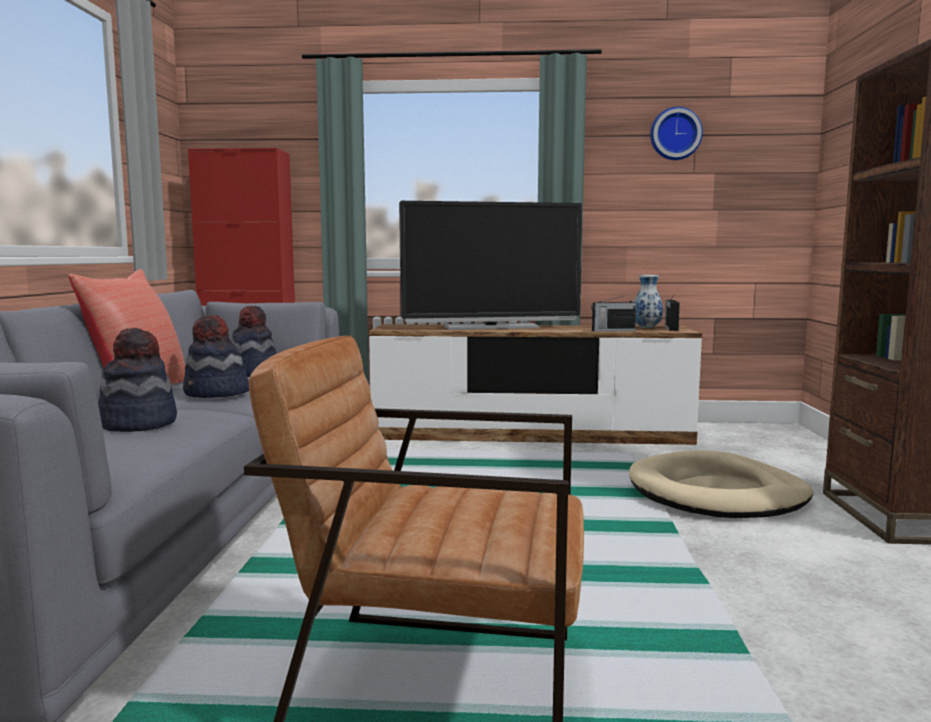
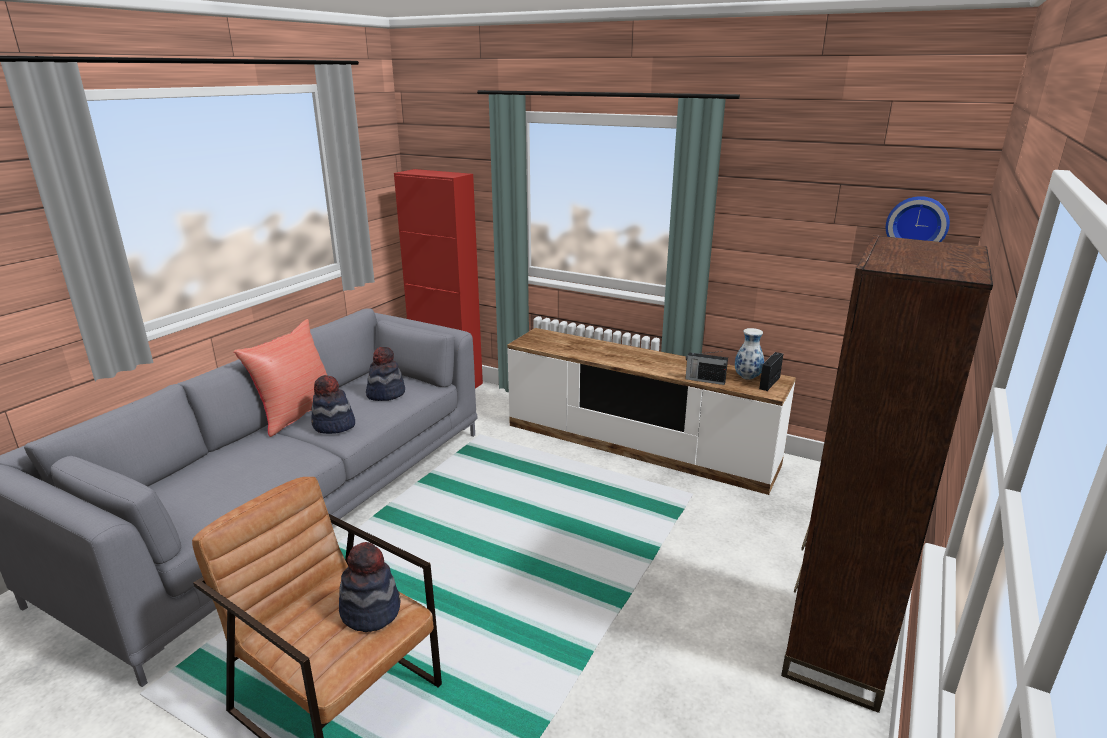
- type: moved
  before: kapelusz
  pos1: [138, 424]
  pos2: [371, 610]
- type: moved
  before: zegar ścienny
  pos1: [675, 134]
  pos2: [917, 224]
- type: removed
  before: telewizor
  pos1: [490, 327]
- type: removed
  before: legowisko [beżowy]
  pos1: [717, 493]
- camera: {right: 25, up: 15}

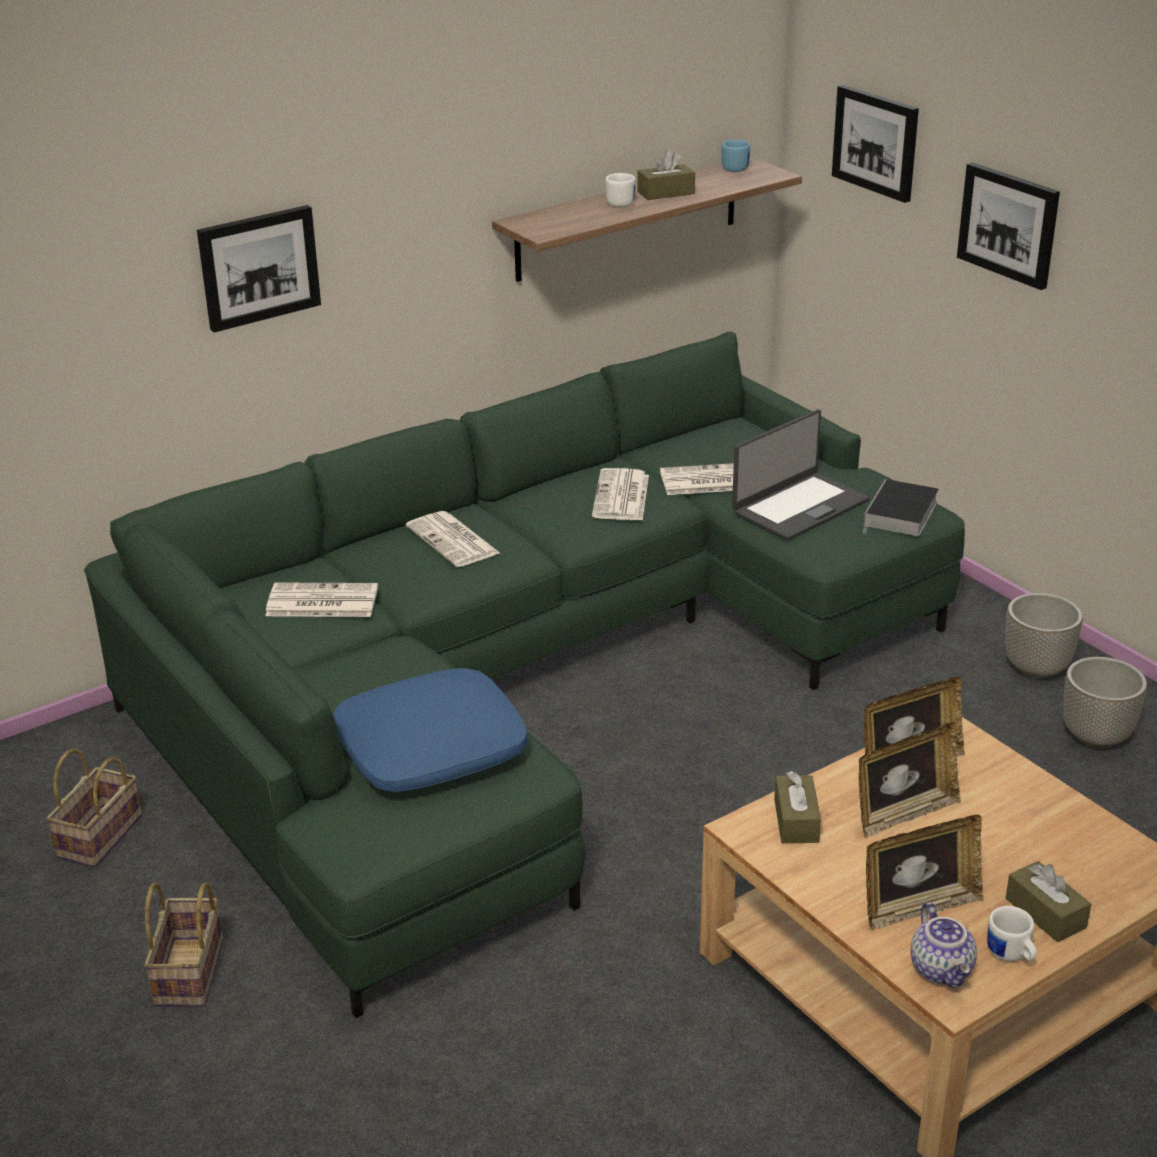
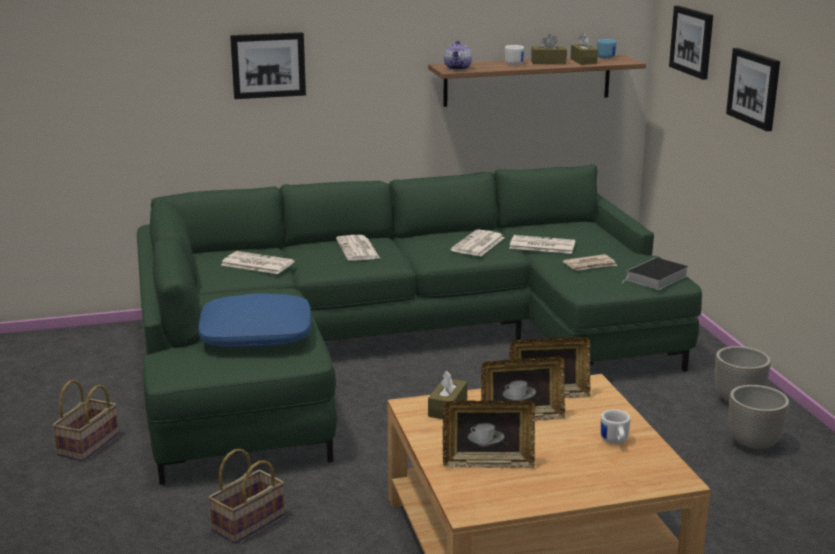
- type: moved
  before: koszyk
  pos1: [100, 838]
  pos2: [248, 524]
- type: moved
  before: imbryk
  pos1: [943, 969]
  pos2: [458, 68]
- type: replaced
  before: laptop
  after: gazeta
  pos1: [799, 506]
  pos2: [590, 265]
- type: moved
  before: pudełko chusteczek [brązowy]
  pos1: [1045, 913]
  pos2: [583, 61]
- type: moved
  before: kubek [biały]
  pos1: [1011, 955]
  pos2: [614, 441]
- camera: {right: 20, up: -10}

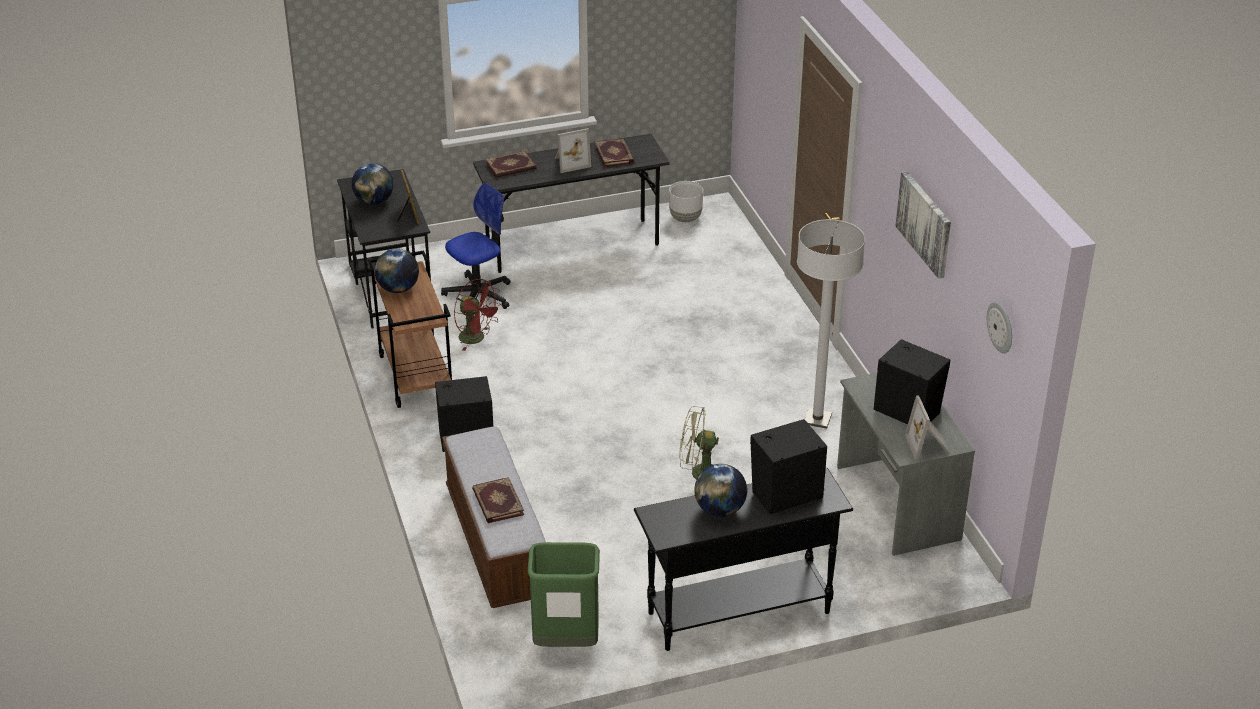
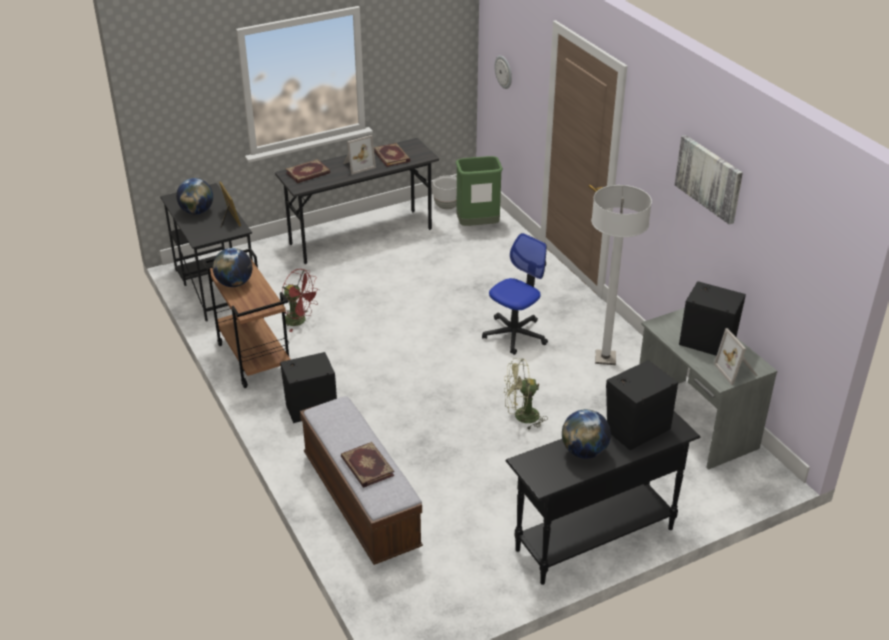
- type: moved
  before: kosz na śmieci [zielony]
  pos1: [565, 642]
  pos2: [477, 226]
- type: moved
  before: krzesło biurowe
  pos1: [478, 295]
  pos2: [515, 334]
- type: moved
  before: zegar ścienny
  pos1: [1001, 327]
  pos2: [504, 72]
- camera: {right: -10, up: 0}

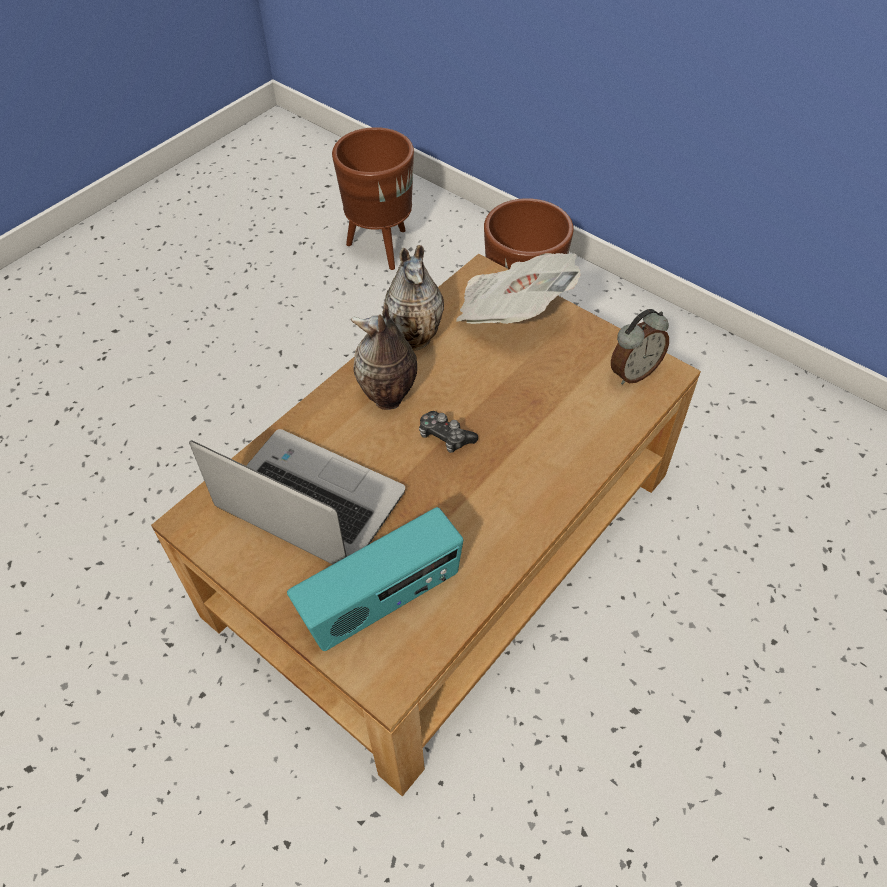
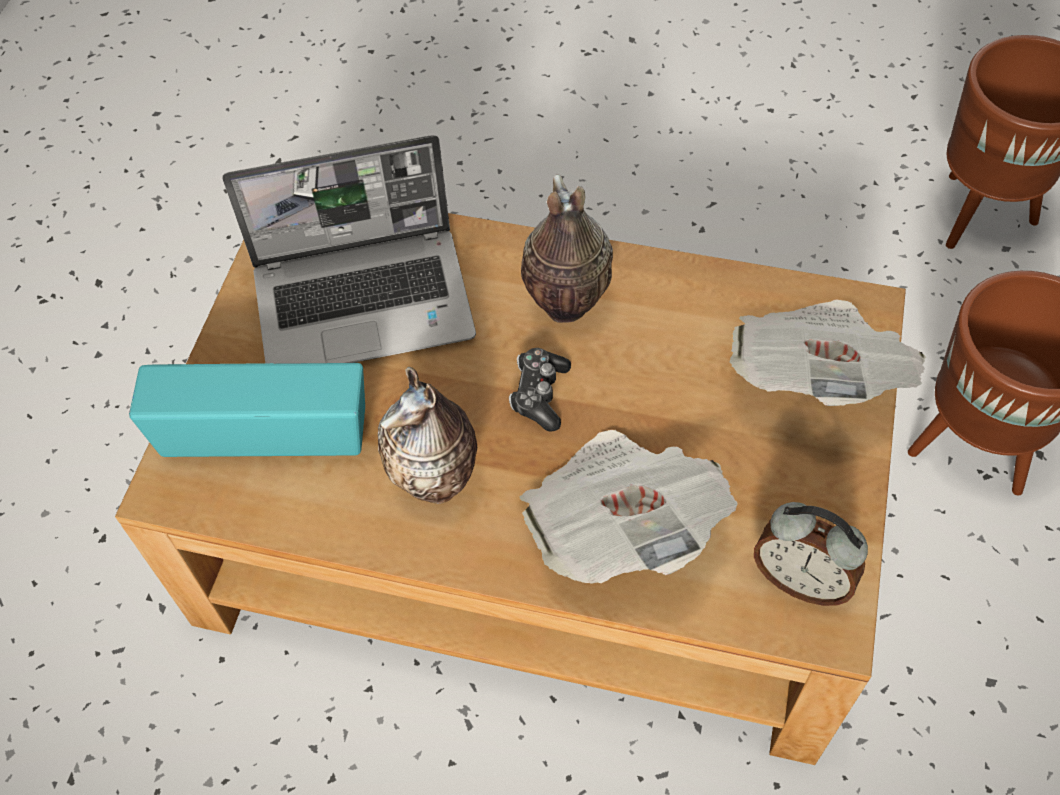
- type: turned
  before: radio
  pos1: [383, 601]
  pos2: [267, 437]
  turn: 150
- type: turned
  before: laptop
  pos1: [308, 502]
  pos2: [366, 302]
  turn: 75
- type: moved
  before: wazon
  pos1: [417, 339]
  pos2: [438, 483]
- type: added
  after: gazeta
  pos2: [621, 525]
- camera: {right: 65, up: 5}

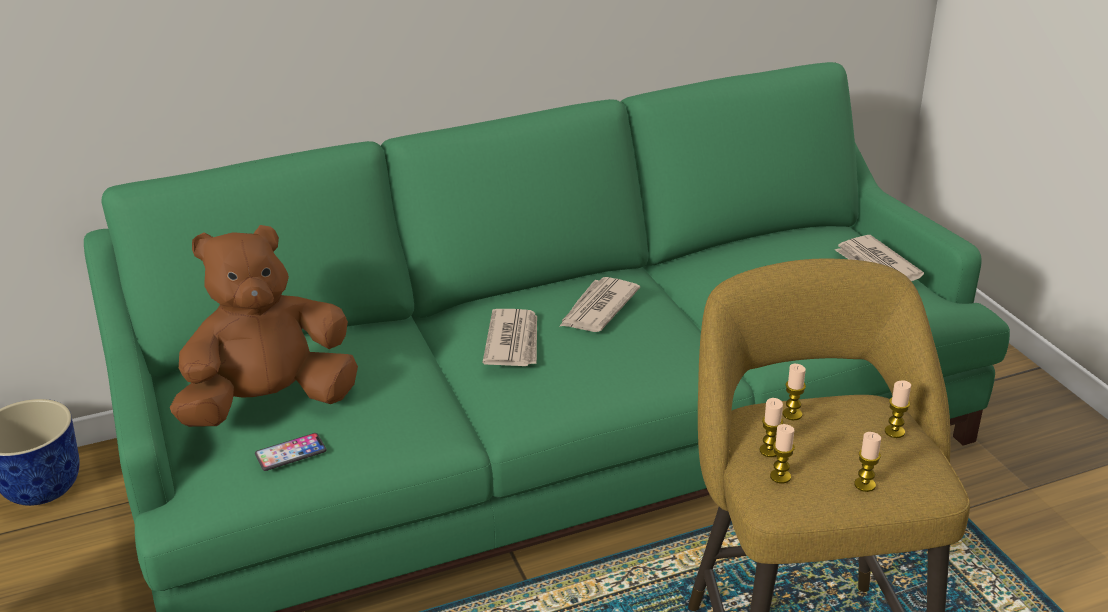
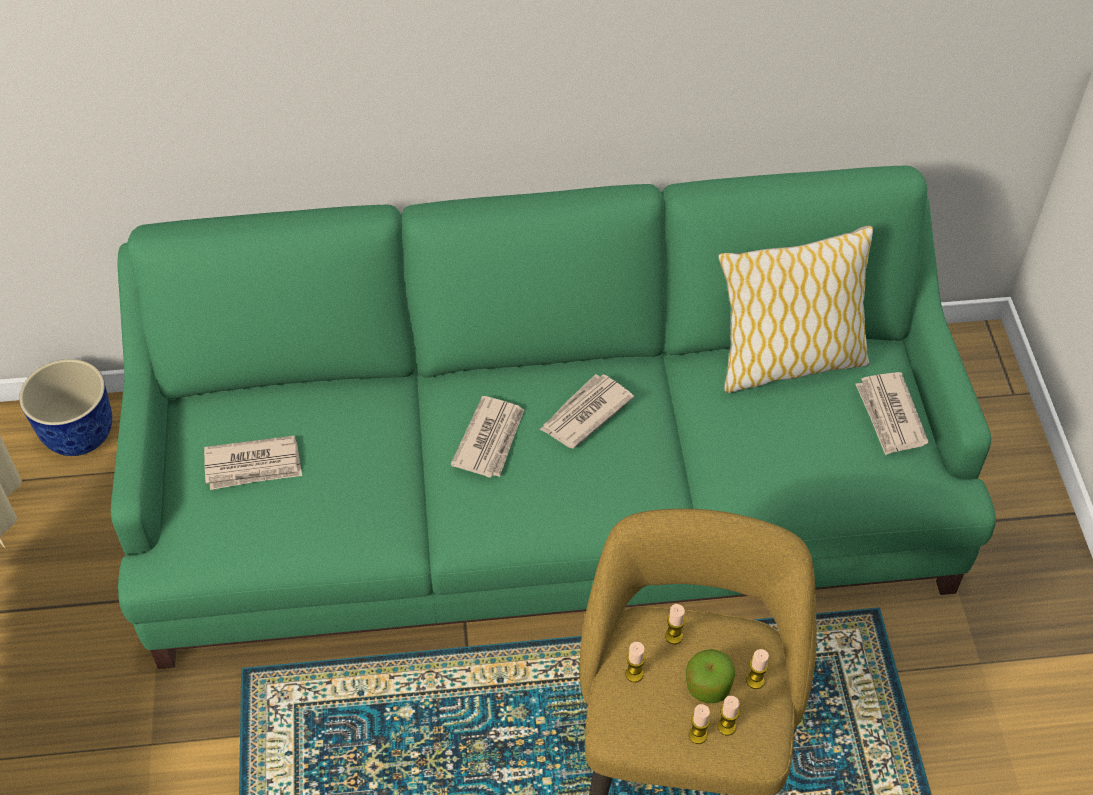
- type: replaced
  before: pluszak [brązowy]
  after: gazeta
  pos1: [270, 403]
  pos2: [253, 466]
- type: added
  after: jabłko
  pos2: [708, 686]
- type: moved
  before: świeca
  pos1: [780, 476]
  pos2: [726, 727]
- type: added
  after: poduszka
  pos2: [788, 362]
- type: removed
  before: telefon
  pos1: [291, 453]
- camera: {right: 15, up: 20}

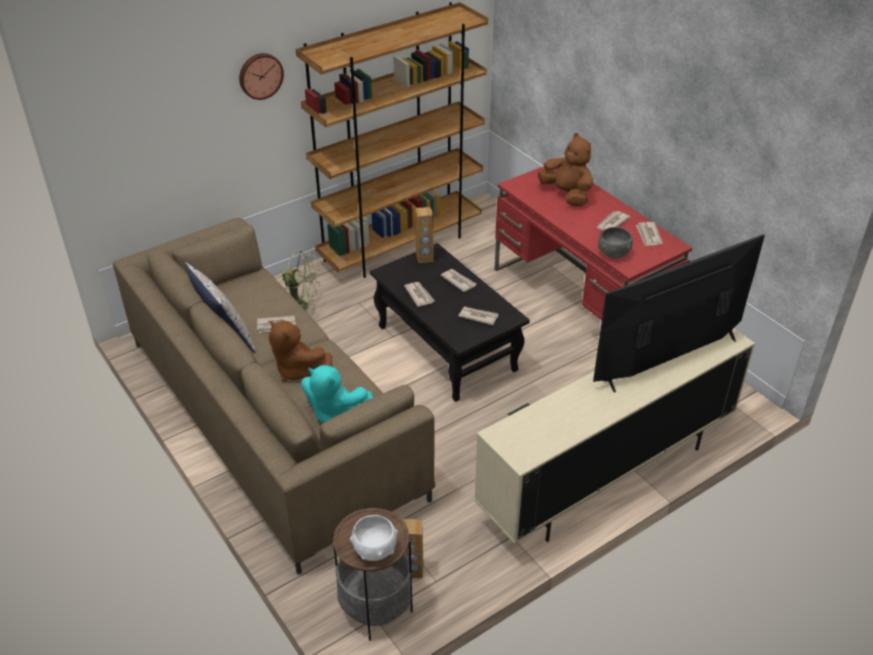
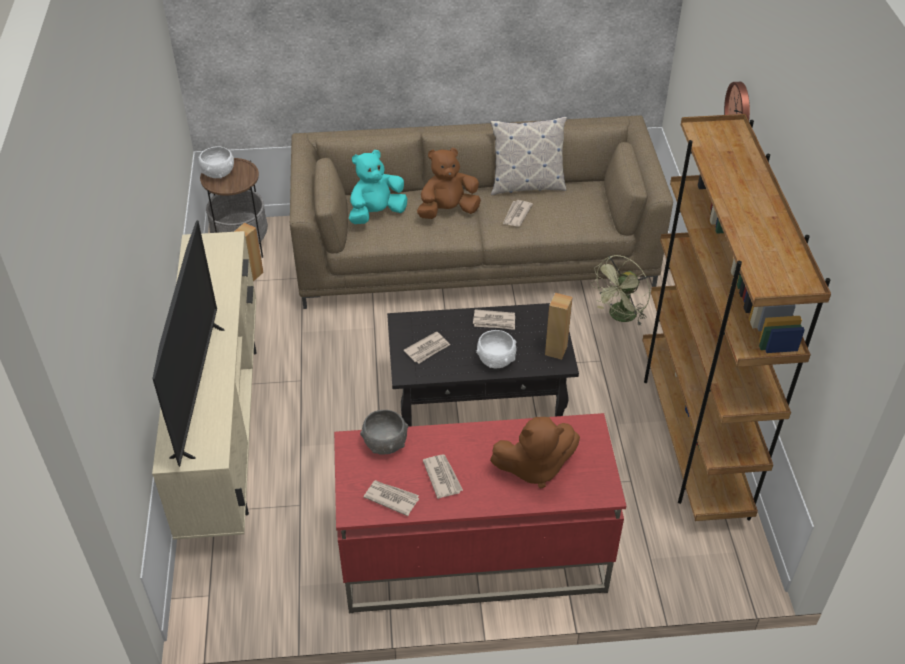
- type: replaced
  before: gazeta
  after: miska [biały]
  pos1: [458, 281]
  pos2: [495, 360]
- camera: {right: 120, up: 5}

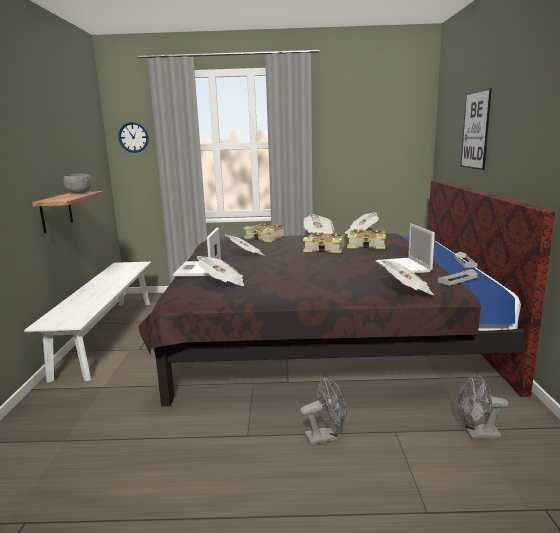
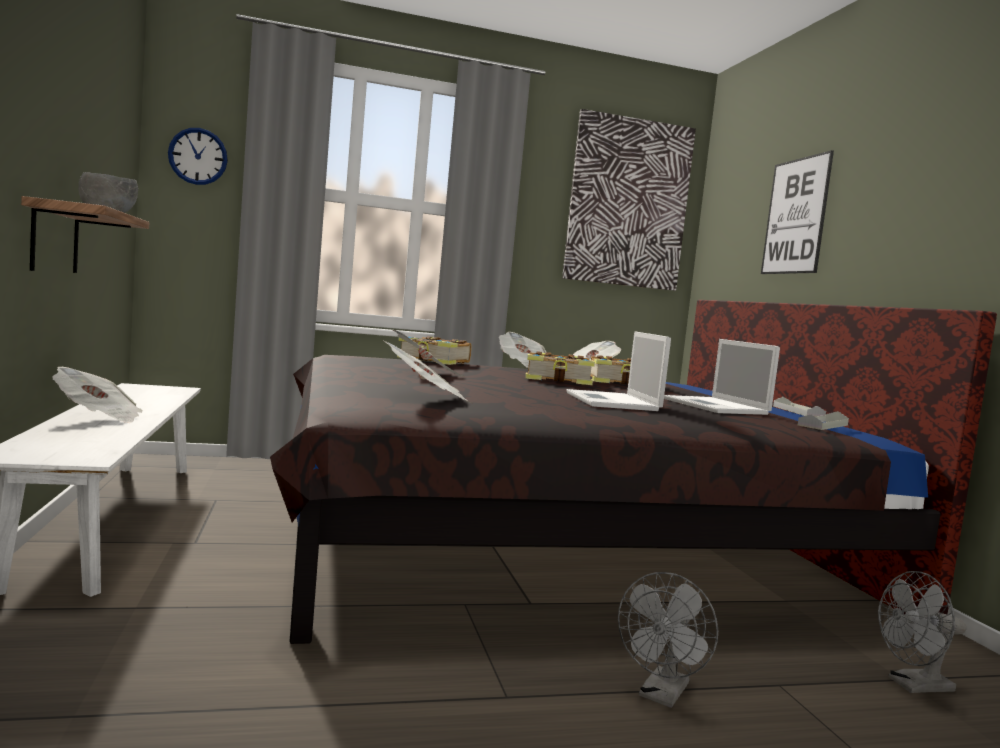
- type: moved
  before: gazeta
  pos1: [407, 290]
  pos2: [98, 417]
- type: added
  after: obraz
  pos2: [628, 203]
- type: moved
  before: laptop
  pos1: [198, 269]
  pos2: [613, 402]
- type: turned
  before: wentylator [szary]
  pos1: [325, 436]
  pos2: [661, 695]
  turn: 150
- camera: {right: -15, up: -10}

